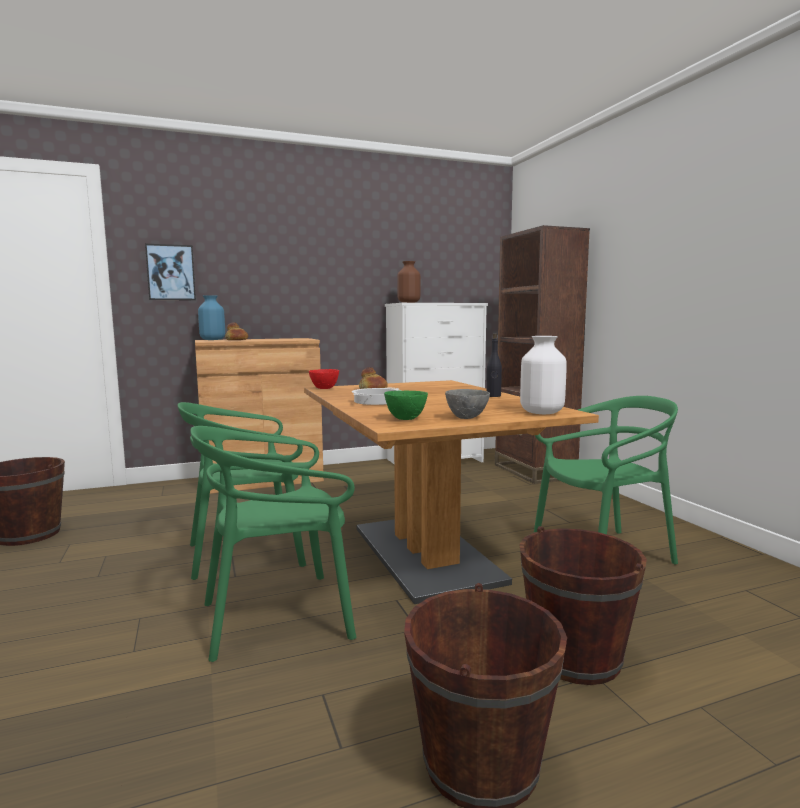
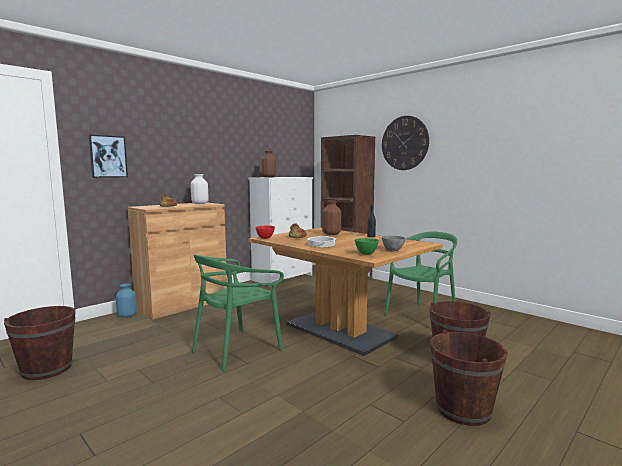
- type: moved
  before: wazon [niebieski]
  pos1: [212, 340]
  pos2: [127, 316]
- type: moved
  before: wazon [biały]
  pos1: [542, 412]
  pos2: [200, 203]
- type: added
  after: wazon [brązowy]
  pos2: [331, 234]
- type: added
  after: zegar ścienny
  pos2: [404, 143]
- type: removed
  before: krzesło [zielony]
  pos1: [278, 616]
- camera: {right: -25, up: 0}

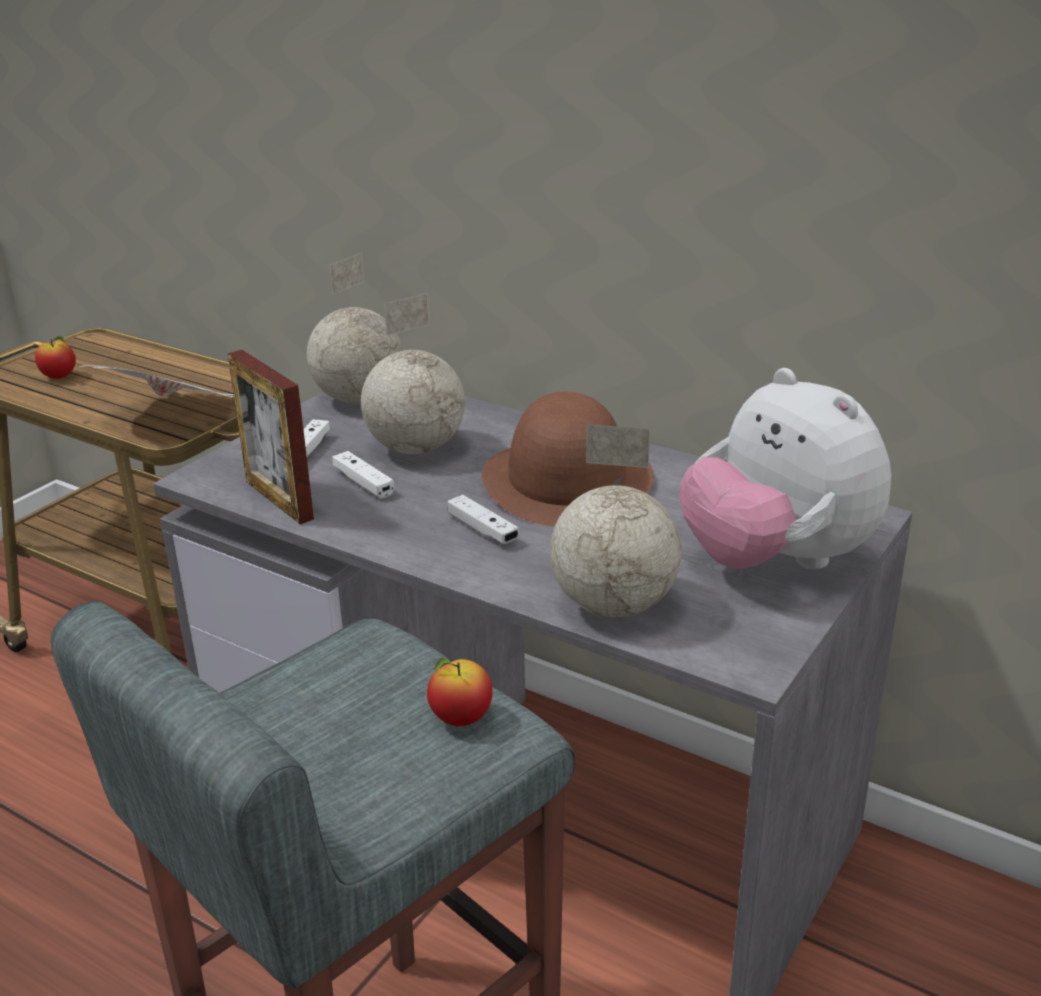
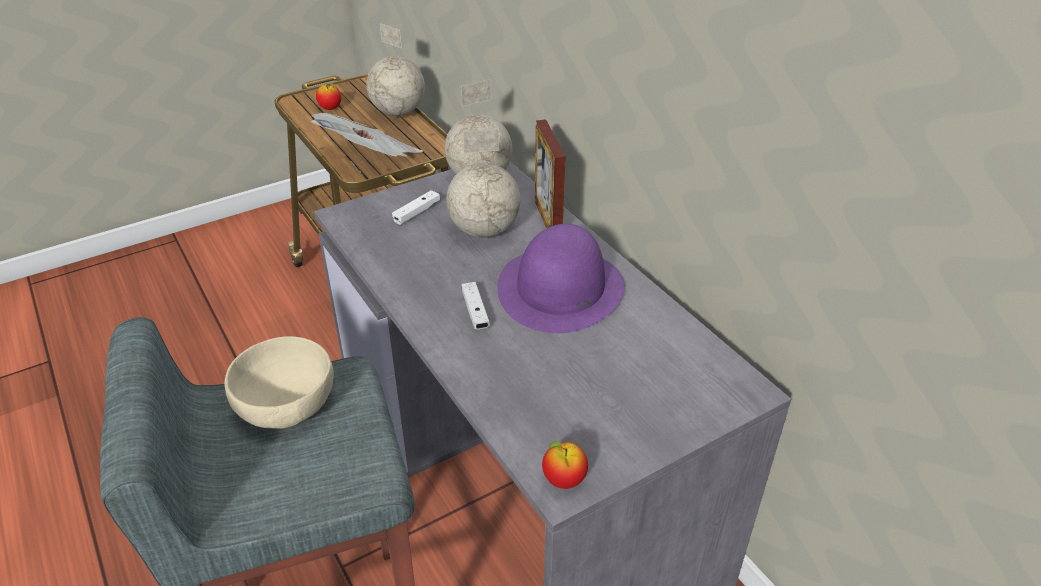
- type: added
  after: miska [beżowy]
  pos2: [287, 403]
- type: moved
  before: globus
  pos1: [612, 605]
  pos2: [398, 112]
- type: recoloured
  before: kapelusz [brązowy]
  after: kapelusz [fioletowy]
  pos1: [567, 481]
  pos2: [561, 289]
- type: moved
  before: ramka na zdjęcie
  pos1: [279, 500]
  pos2: [548, 220]
- type: moved
  before: jabłko
  pos1: [461, 719]
  pos2: [564, 480]
- type: removed
  before: pad do gier [biały]
  pos1: [363, 483]
- type: removed
  before: pluszak
  pos1: [776, 561]
- camera: {right: 25, up: 10}

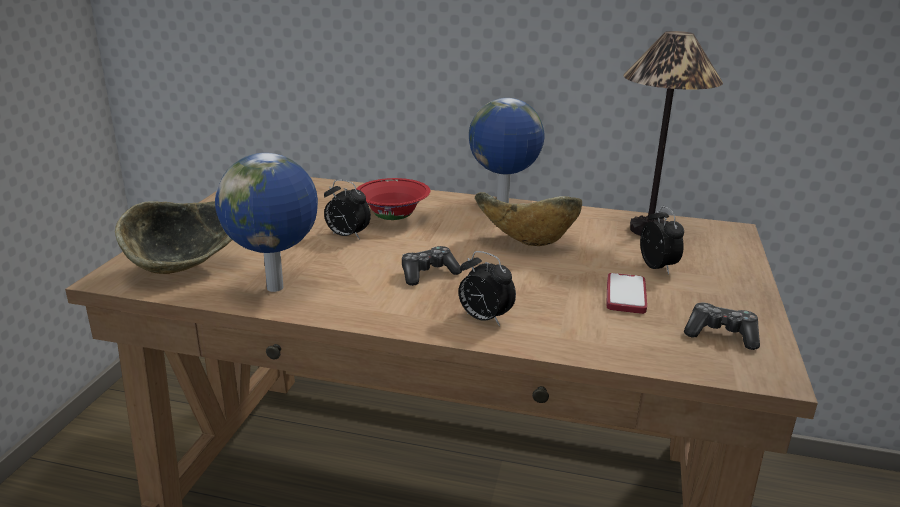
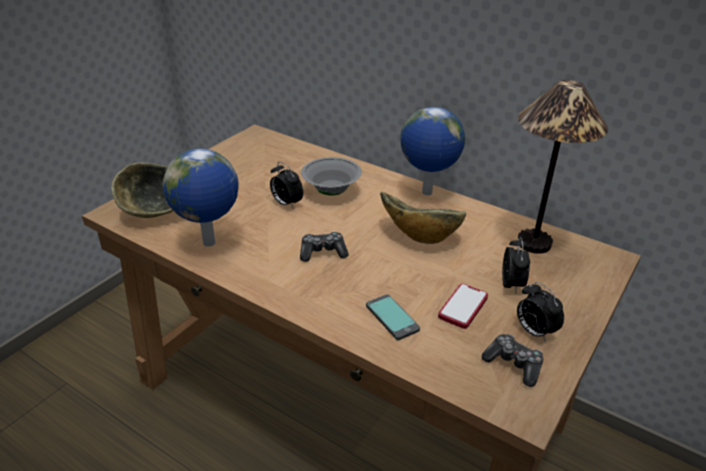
- type: recoloured
  before: miska [czerwony]
  after: miska [szary]
  pos1: [393, 218]
  pos2: [331, 191]
- type: added
  after: telefon
  pos2: [392, 317]
- type: moved
  before: budzik
  pos1: [483, 319]
  pos2: [534, 331]
- camera: {right: 20, up: 10}

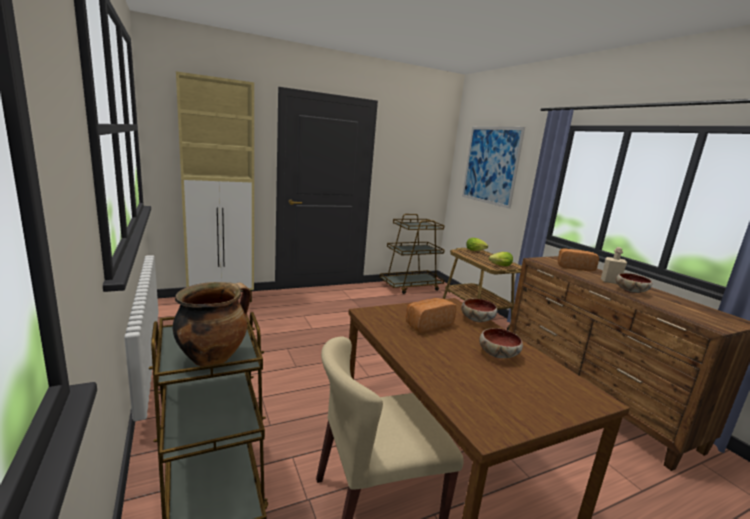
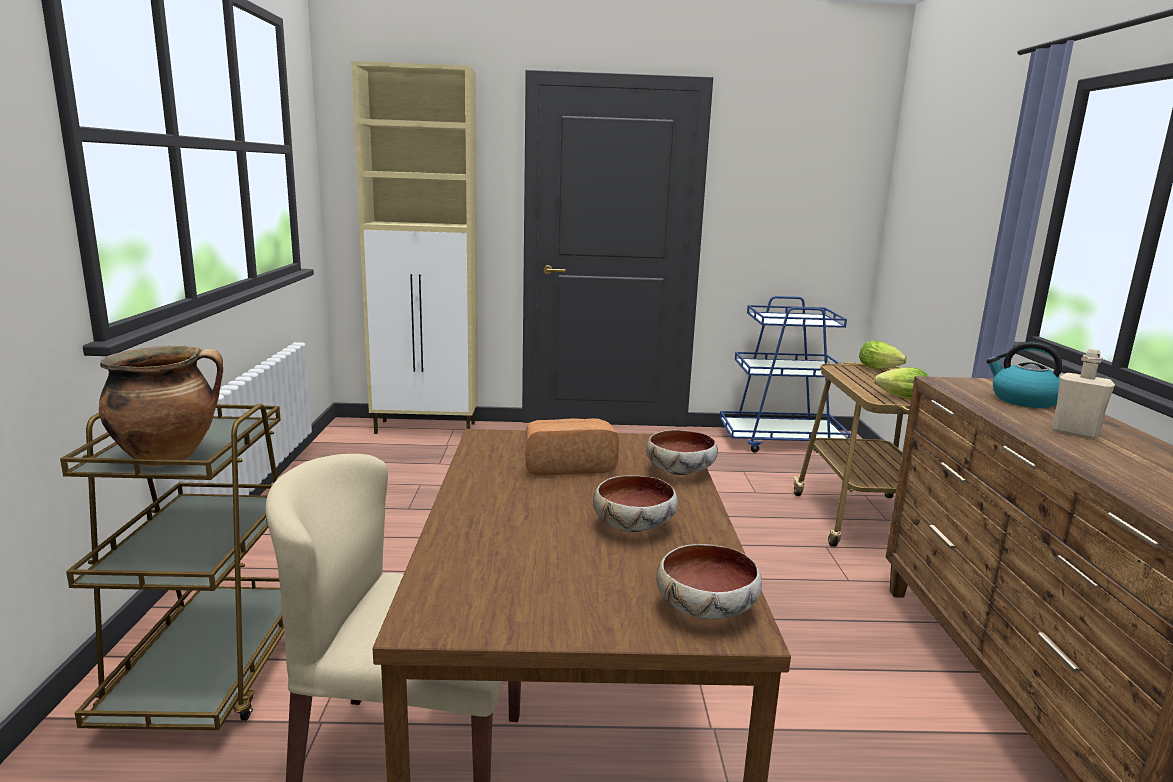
- type: moved
  before: miska
  pos1: [630, 291]
  pos2: [706, 608]
- type: recoloured
  before: wózek [brązowy]
  after: wózek [niebieski]
  pos1: [411, 286]
  pos2: [781, 441]
- type: replaced
  before: chleb
  after: czajnik
  pos1: [574, 267]
  pos2: [1023, 400]
- type: removed
  before: obraz
  pos1: [490, 165]
- camera: {right: 25, up: 0}

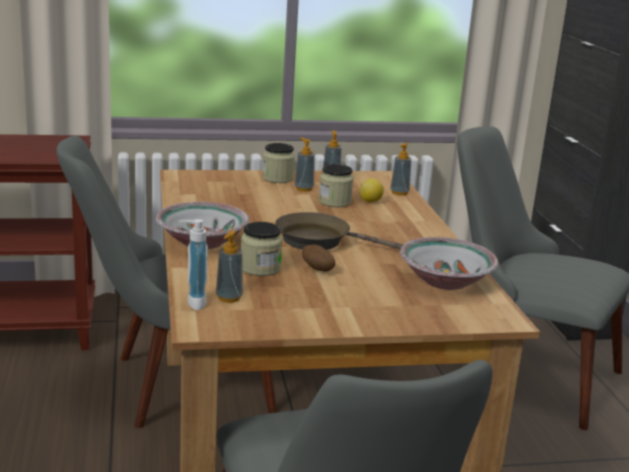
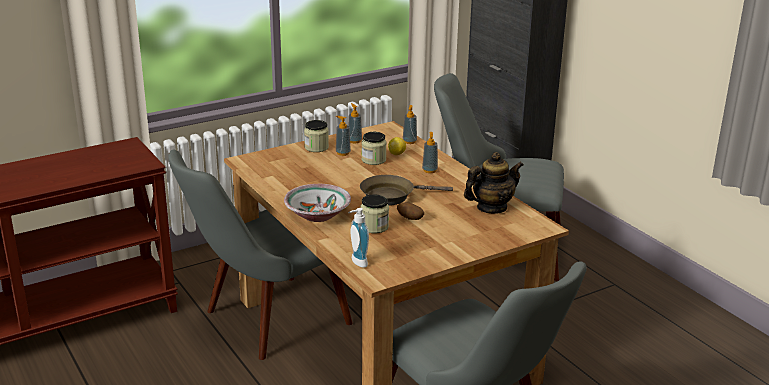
- type: moved
  before: dozownik mydła
  pos1: [229, 298]
  pos2: [429, 170]
- type: replaced
  before: miska
  after: imbryk
  pos1: [444, 280]
  pos2: [491, 208]
- camera: {right: -20, up: 5}

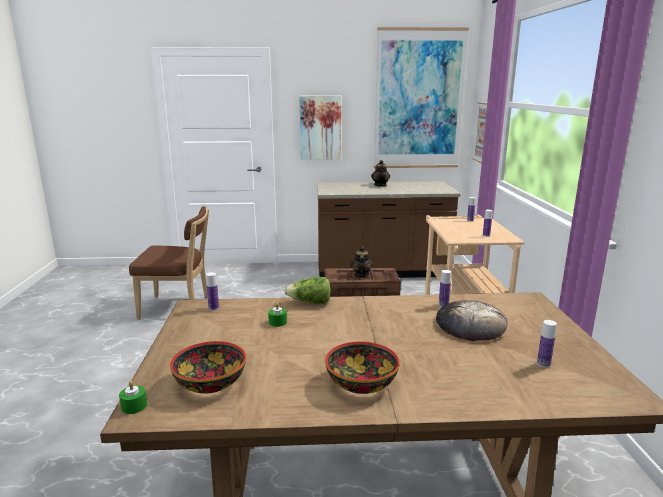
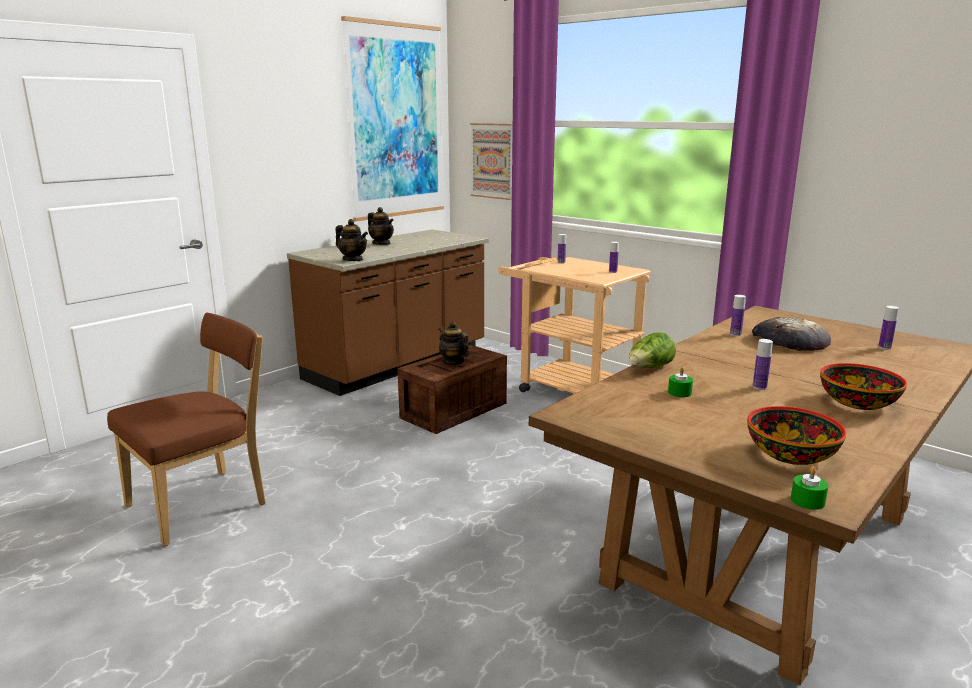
- type: added
  after: imbryk
  pos2: [353, 260]
- type: moved
  before: butelka
  pos1: [213, 308]
  pos2: [759, 387]
- type: removed
  before: obraz
  pos1: [320, 128]
- camera: {right: -45, up: 0}

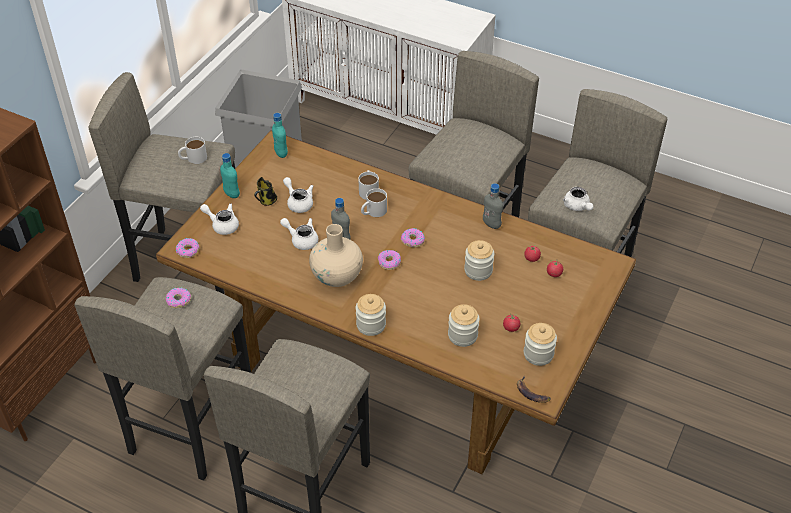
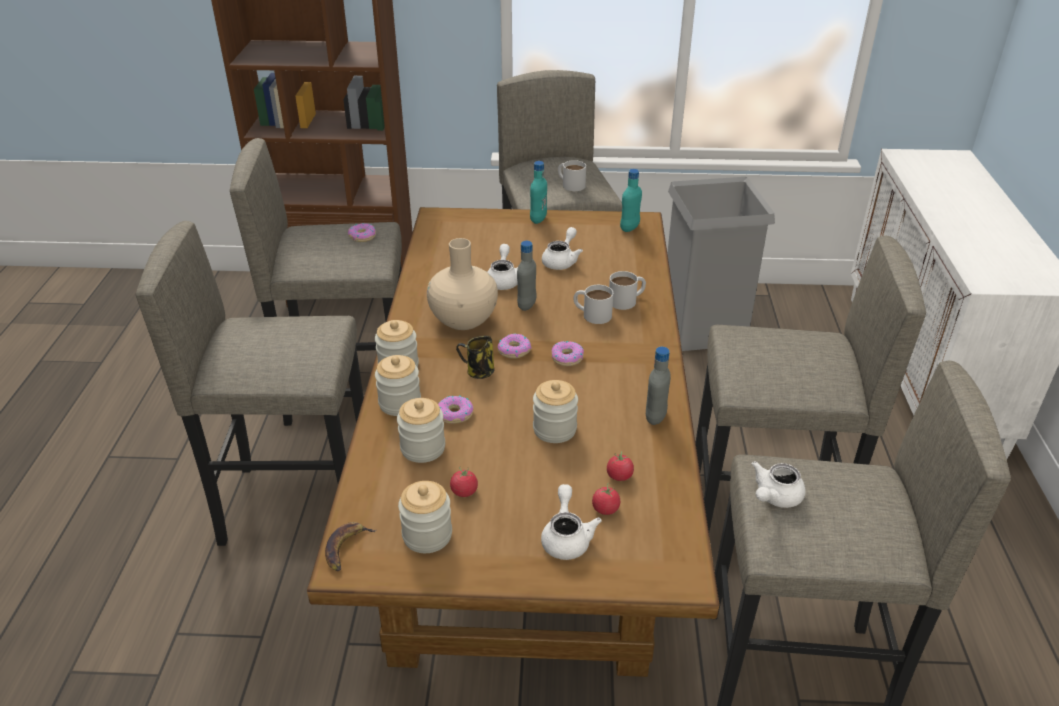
- type: added
  after: słoik
  pos2: [400, 403]
- type: moved
  before: donut
  pos1: [188, 250]
  pos2: [454, 414]
- type: moved
  before: kubek
  pos1: [266, 201]
  pos2: [478, 372]
- type: moved
  before: imbryk [biały]
  pos1: [222, 225]
  pos2: [566, 537]
- camera: {right: 65, up: -10}

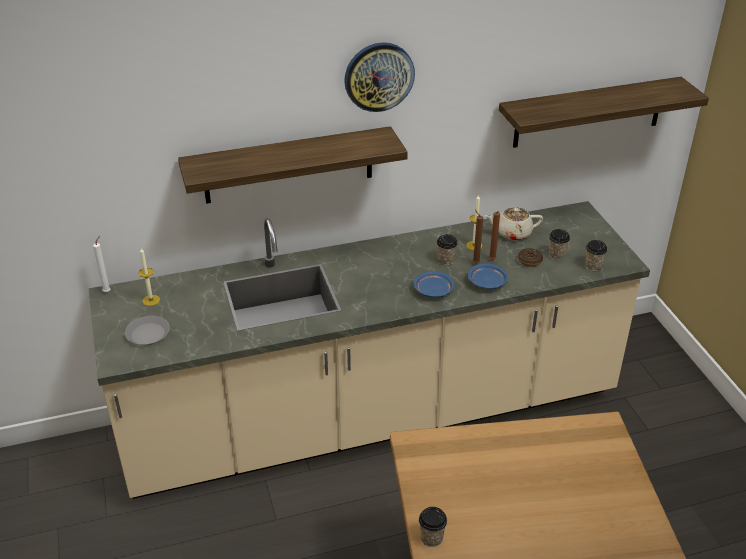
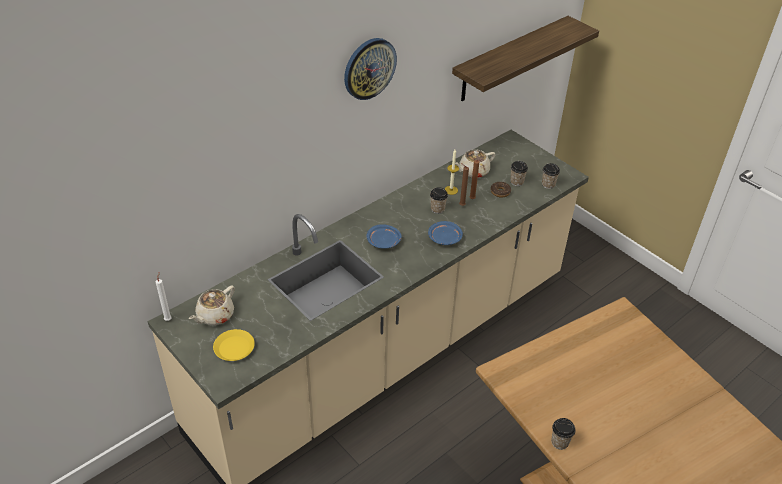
- type: replaced
  before: świeca
  after: imbryk [beżowy]
  pos1: [151, 300]
  pos2: [215, 316]
- type: recoloured
  before: talerz [szary]
  after: talerz [żółty]
  pos1: [148, 334]
  pos2: [234, 348]
- type: moved
  before: talerz [niebieski]
  pos1: [487, 282]
  pos2: [384, 241]
- type: removed
  before: półka
  pos1: [288, 165]
- camera: {right: -25, up: 5}

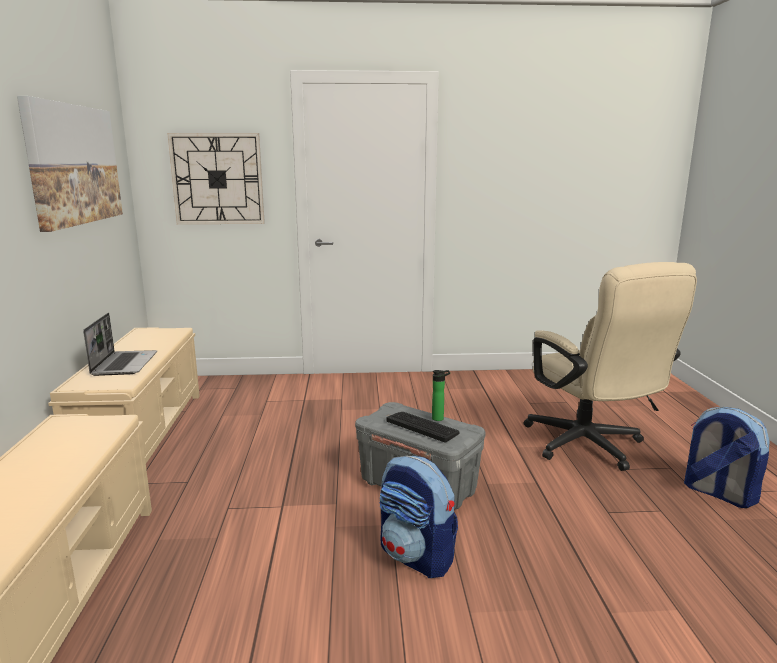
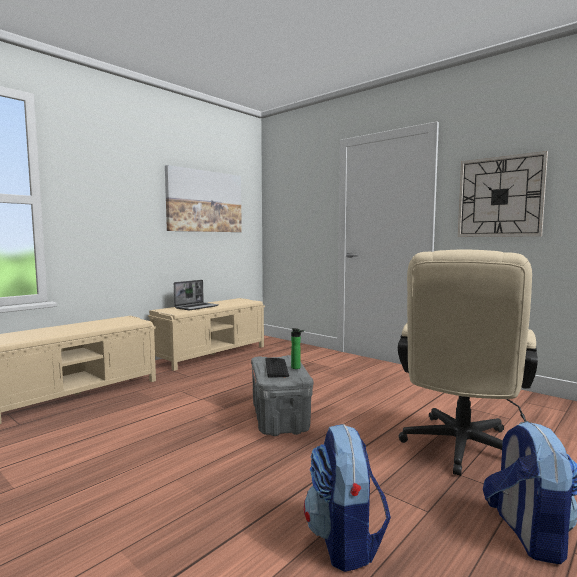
- type: moved
  before: plecak
  pos1: [417, 556]
  pos2: [345, 541]
- type: moved
  before: zegar ścienny
  pos1: [217, 179]
  pos2: [500, 197]
- camera: {right: 45, up: -10}

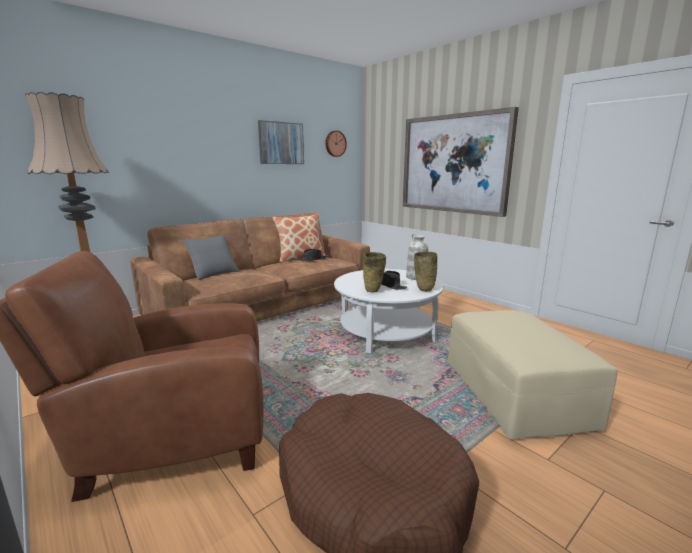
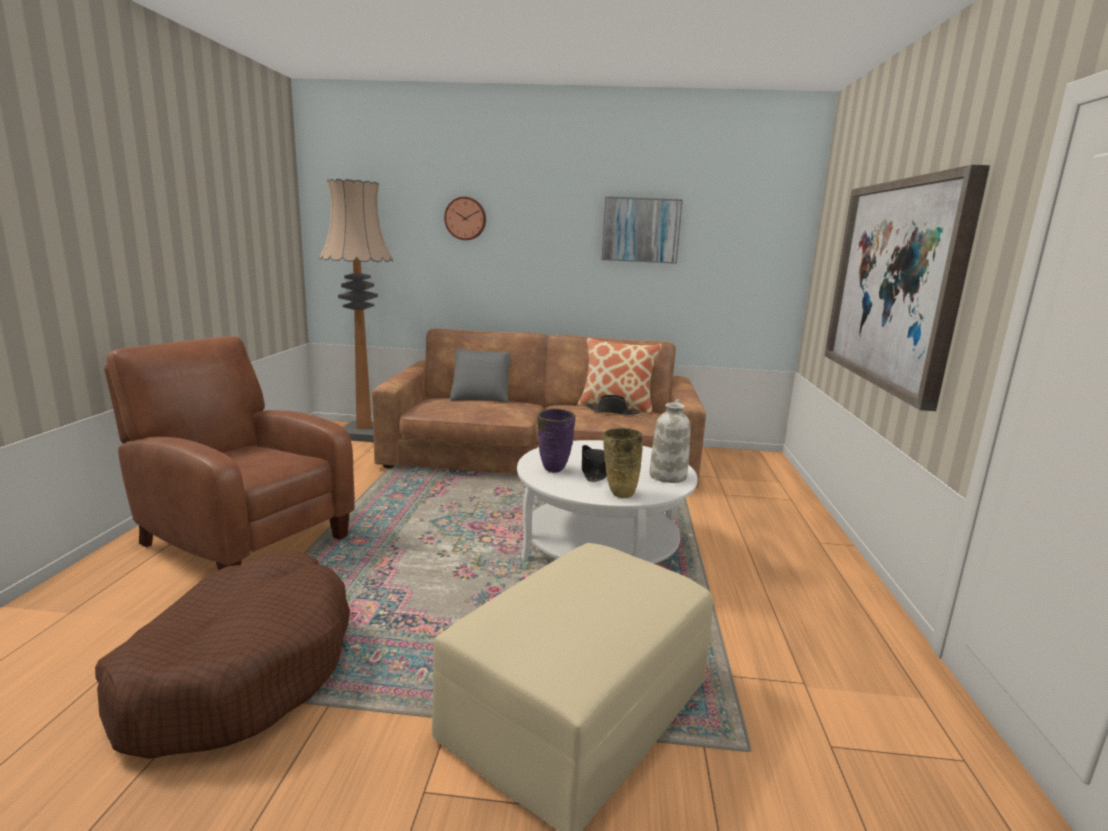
- type: moved
  before: zegar ścienny
  pos1: [335, 143]
  pos2: [465, 218]
- type: recoloured
  before: wazon [beżowy]
  after: wazon [fioletowy]
  pos1: [373, 291]
  pos2: [553, 470]
- camera: {right: 45, up: 0}

